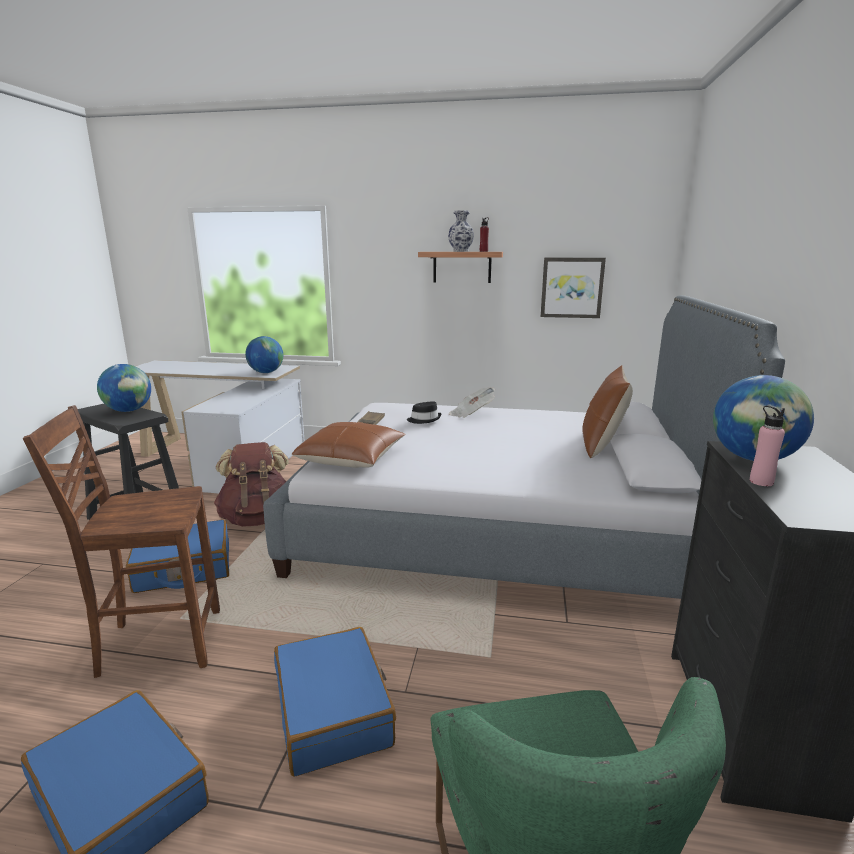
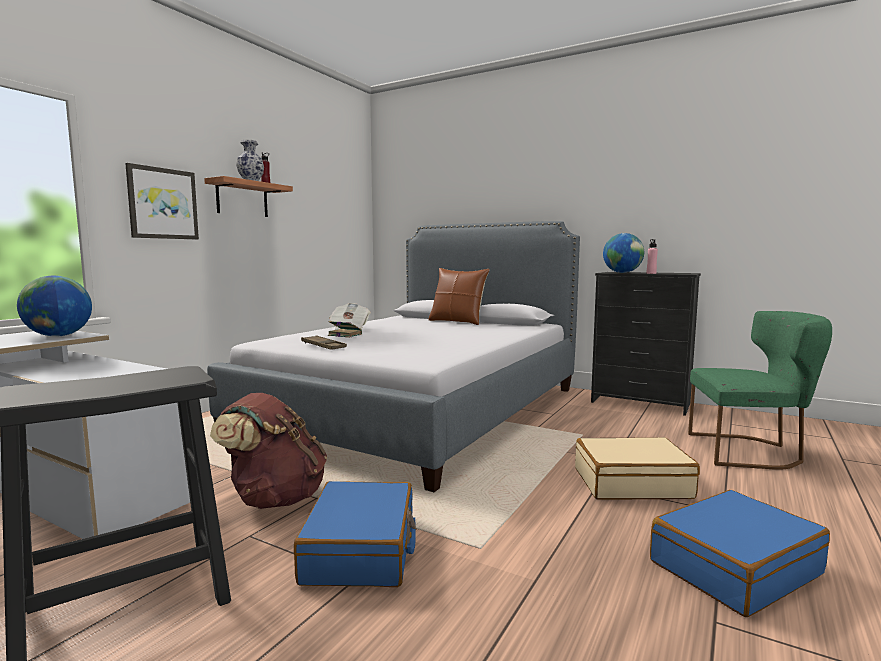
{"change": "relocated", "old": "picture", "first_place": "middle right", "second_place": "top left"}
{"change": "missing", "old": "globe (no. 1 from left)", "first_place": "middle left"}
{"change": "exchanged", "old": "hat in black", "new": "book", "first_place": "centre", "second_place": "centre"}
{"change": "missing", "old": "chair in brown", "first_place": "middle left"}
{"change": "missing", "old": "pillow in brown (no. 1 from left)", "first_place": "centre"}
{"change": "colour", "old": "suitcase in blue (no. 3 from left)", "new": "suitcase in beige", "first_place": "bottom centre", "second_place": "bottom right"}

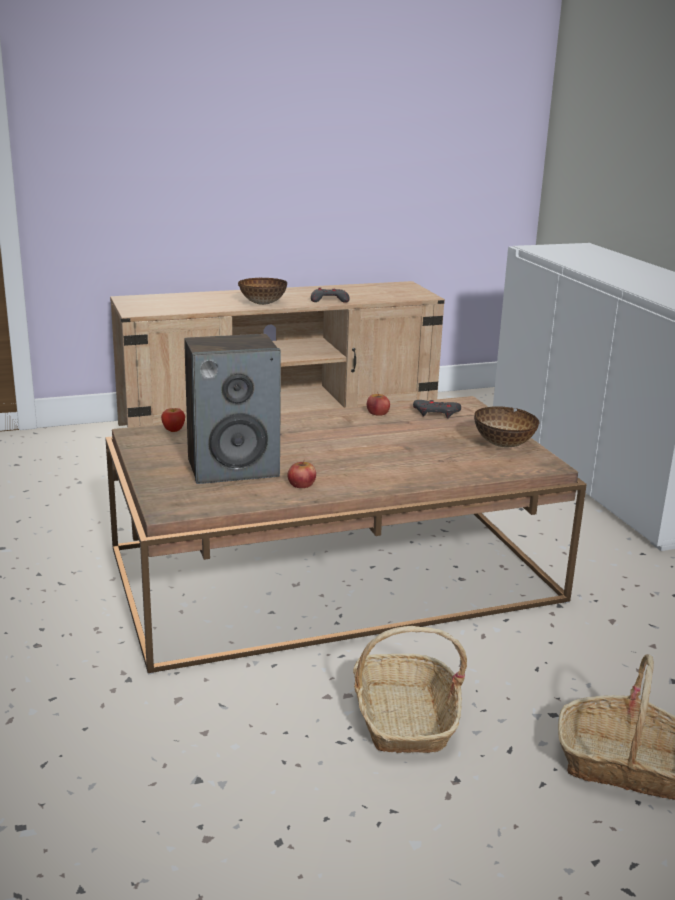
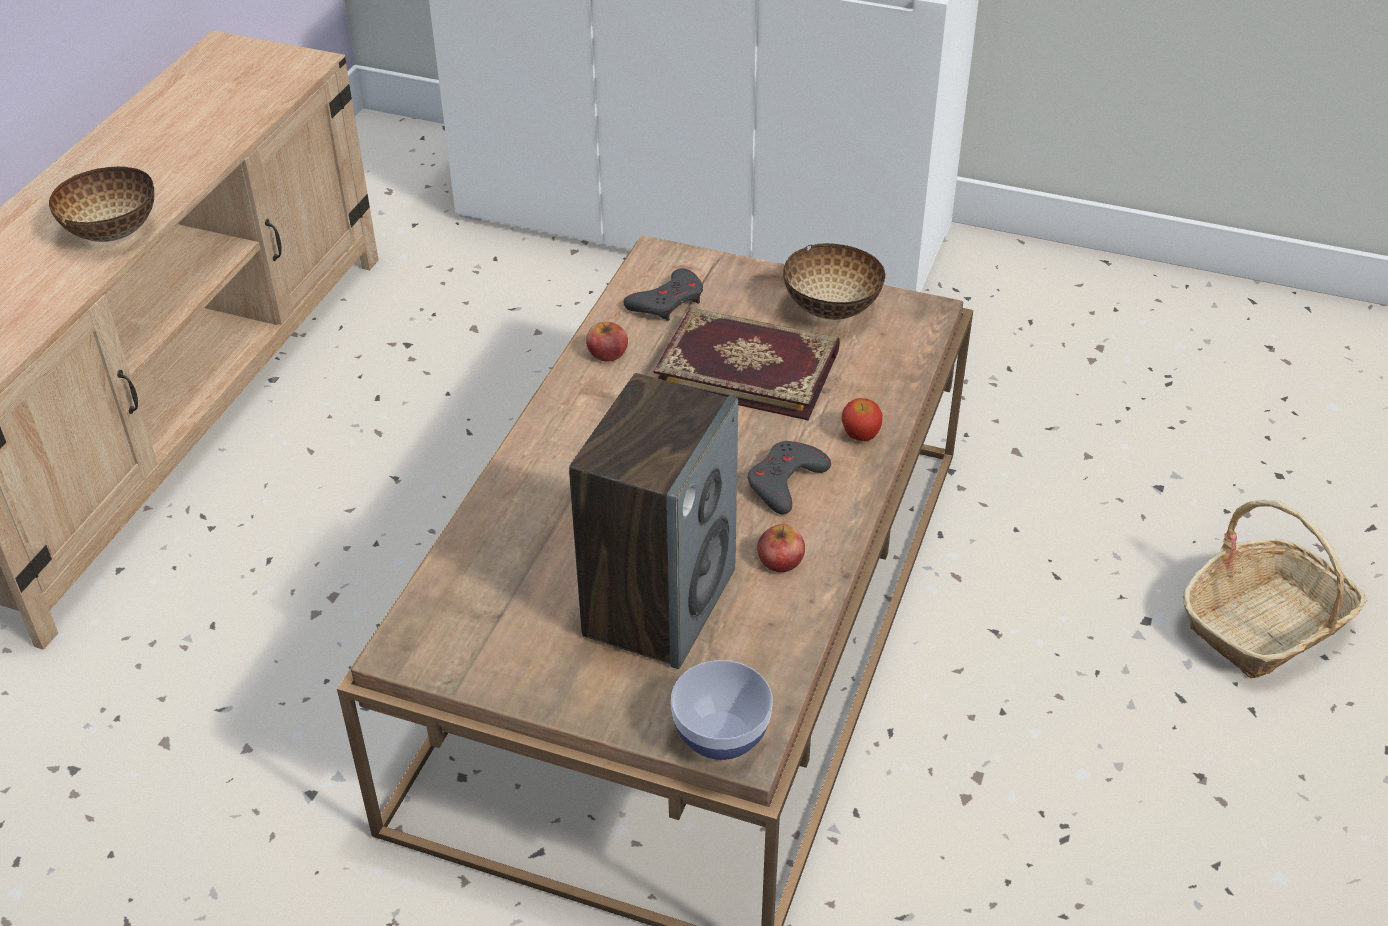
{"change": "relocated", "old": "game controller in grey (no. 1 from left in the first image)", "new": "game controller in grey (no. 2 from left)", "first_place": "top centre", "second_place": "centre"}
{"change": "relocated", "old": "apple (no. 1 from left in the first image)", "new": "apple (no. 3 from left)", "first_place": "middle left", "second_place": "centre"}
{"change": "missing", "old": "basket (no. 1 from left)", "first_place": "bottom centre"}
{"change": "appeared", "new": "book", "second_place": "centre"}
{"change": "appeared", "new": "bowl (no. 2 from left)", "second_place": "bottom centre"}

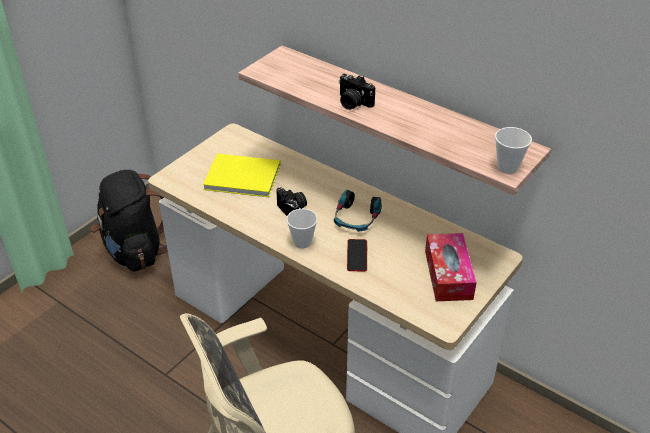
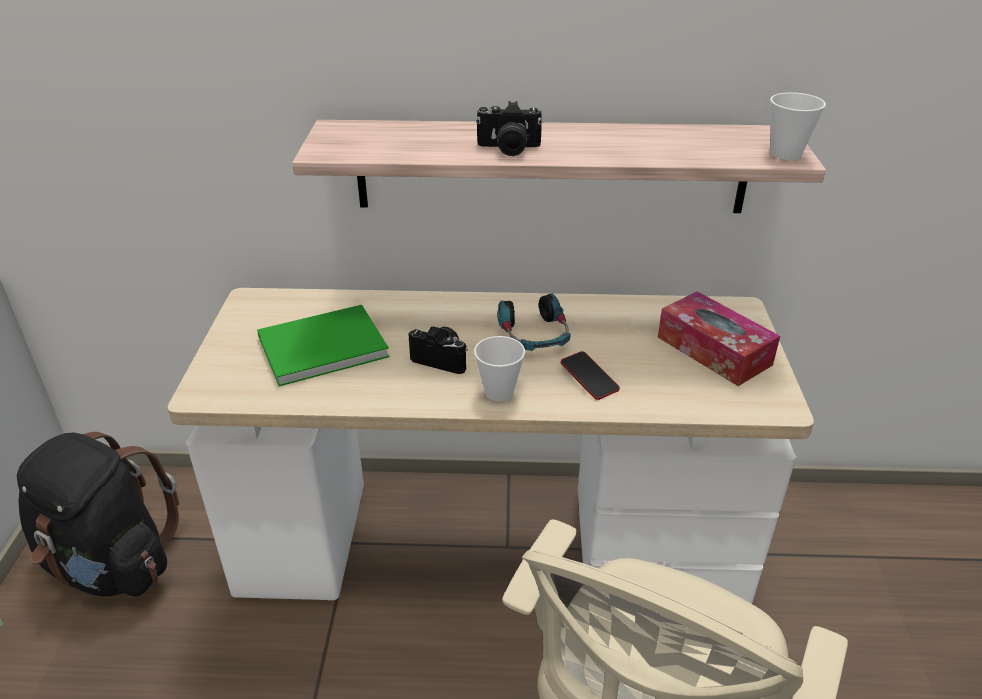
{"change": "colour", "old": "book in yellow", "new": "book in green", "first_place": "centre", "second_place": "middle left"}

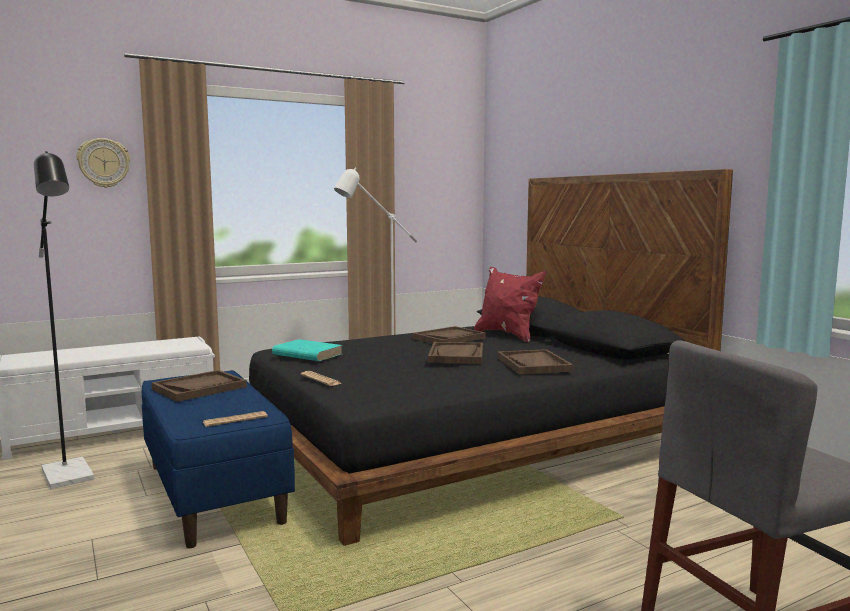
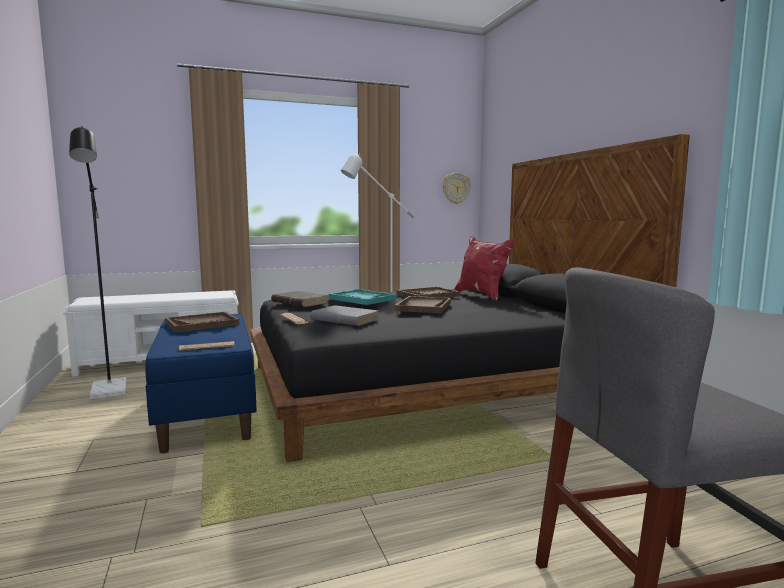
{"change": "relocated", "old": "wall clock", "first_place": "top left", "second_place": "top centre"}
{"change": "colour", "old": "book in turquoise", "new": "book in brown", "first_place": "centre", "second_place": "centre"}
{"change": "missing", "old": "tray in brown (no. 4 from left)", "first_place": "centre"}
{"change": "appeared", "new": "tray in turquoise", "second_place": "centre"}
{"change": "appeared", "new": "book in grey", "second_place": "centre"}

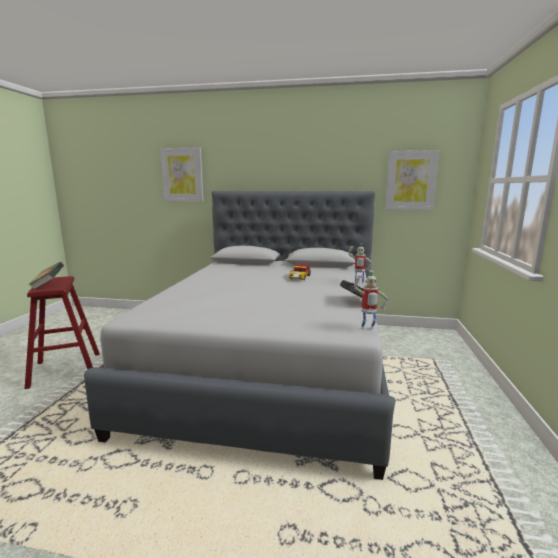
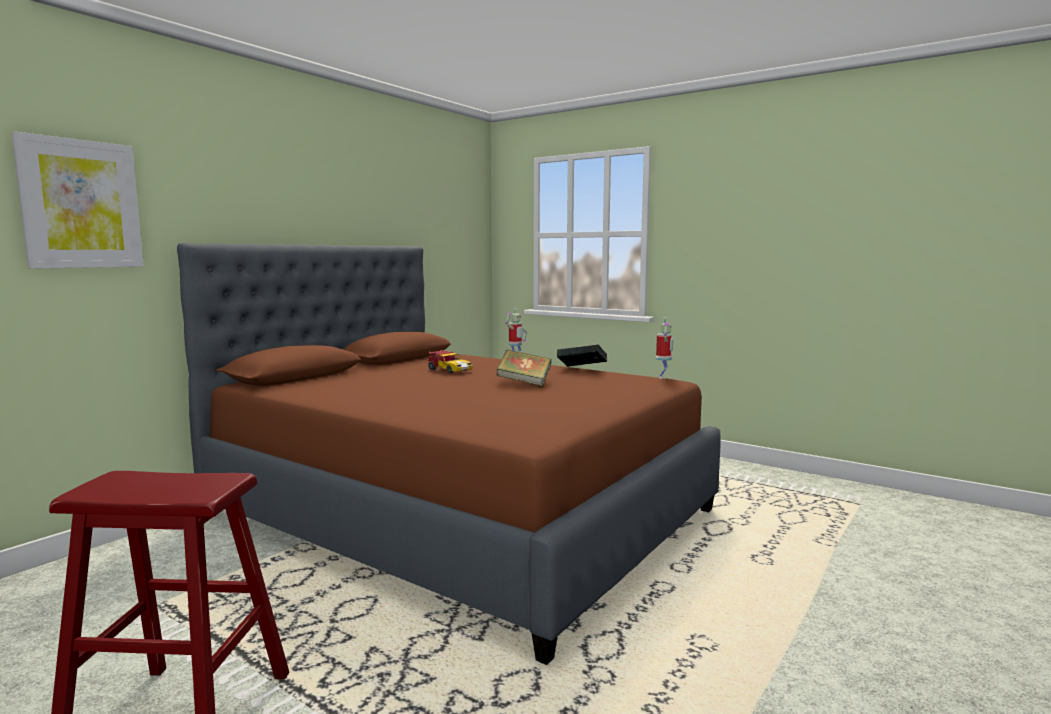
{"change": "missing", "old": "picture (no. 2 from left)", "first_place": "top right"}
{"change": "colour", "old": "bed in grey", "new": "bed in brown", "first_place": "centre", "second_place": "centre"}
{"change": "relocated", "old": "book (no. 1 from left)", "first_place": "middle left", "second_place": "centre"}

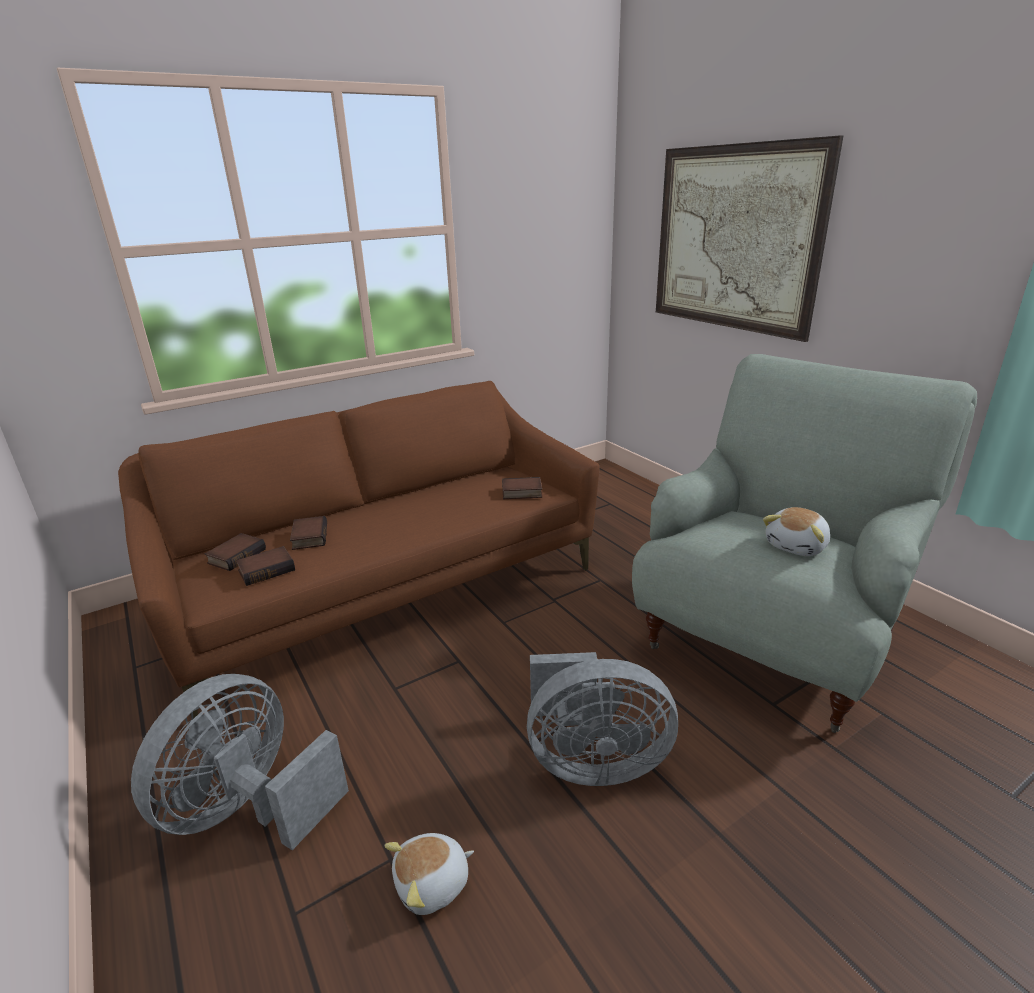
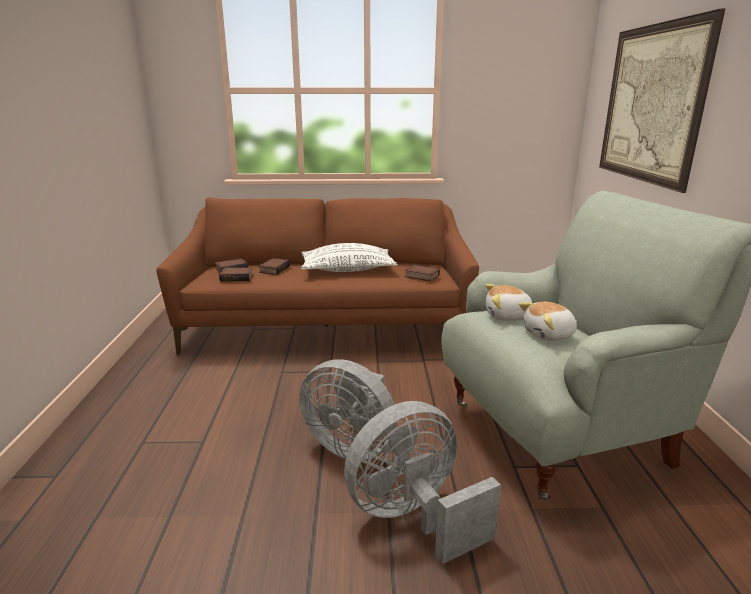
{"change": "relocated", "old": "fan in grey (no. 1 from left in the first image)", "new": "fan in grey (no. 2 from left)", "first_place": "bottom left", "second_place": "bottom centre"}
{"change": "relocated", "old": "plush toy (no. 1 from left)", "first_place": "bottom centre", "second_place": "middle right"}
{"change": "appeared", "new": "pillow in white", "second_place": "centre"}

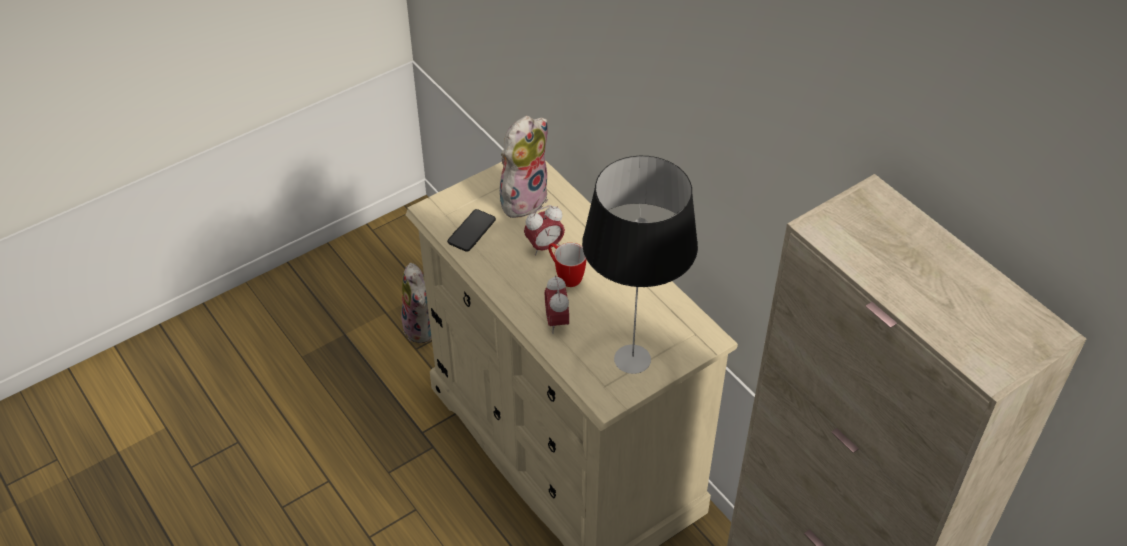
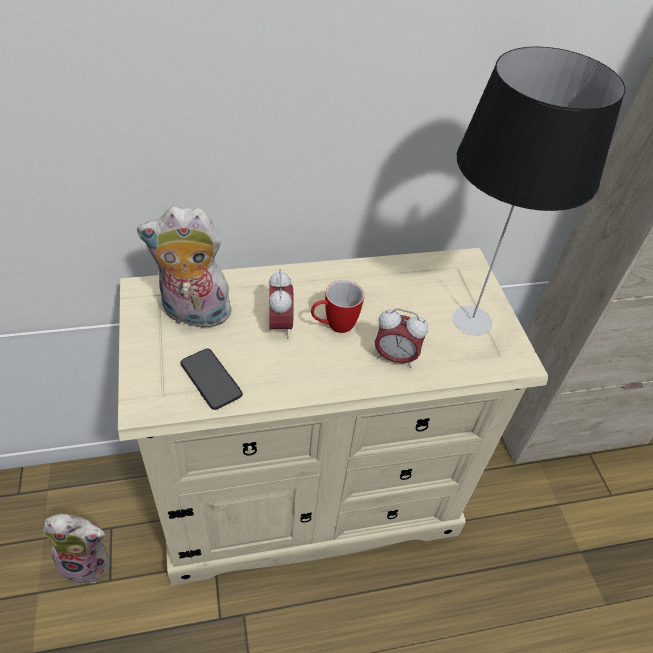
{"change": "spun", "old": "plush toy (no. 2 from left)", "first_place": "top centre", "second_place": "middle left", "degrees": -60}

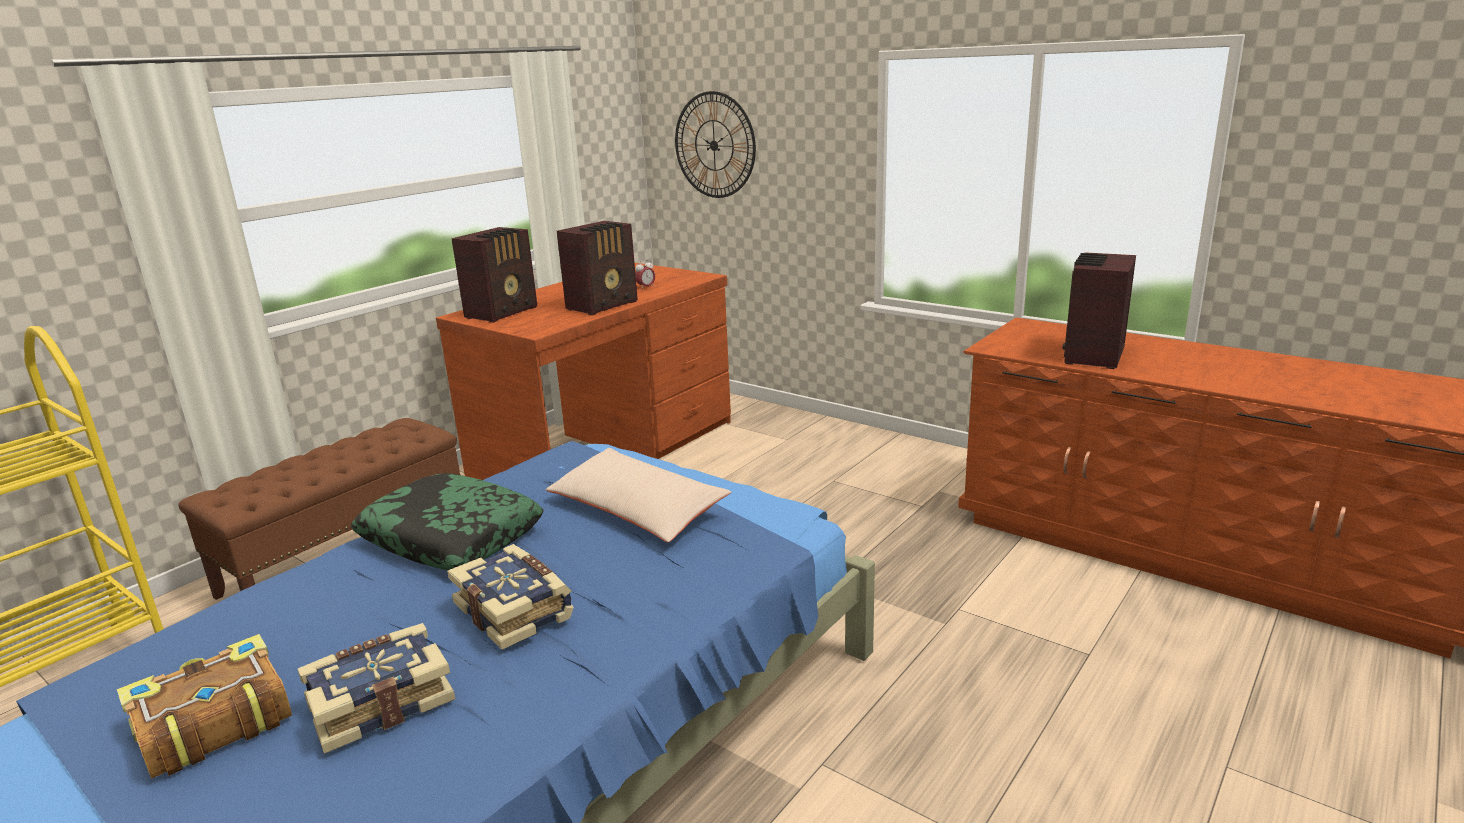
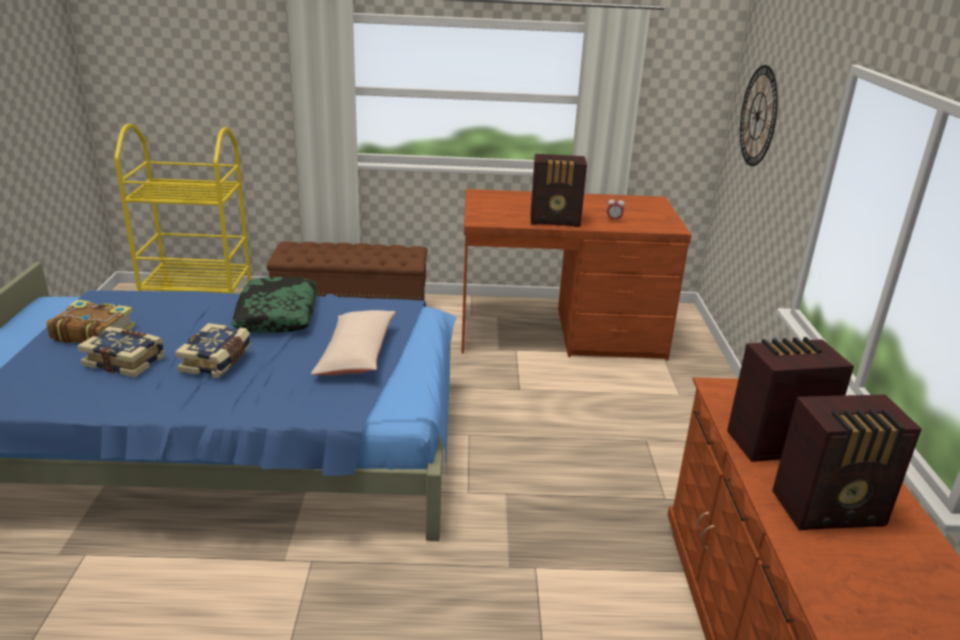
{"change": "relocated", "old": "radio (no. 1 from left in the first image)", "new": "radio (no. 3 from left)", "first_place": "centre", "second_place": "bottom right"}

